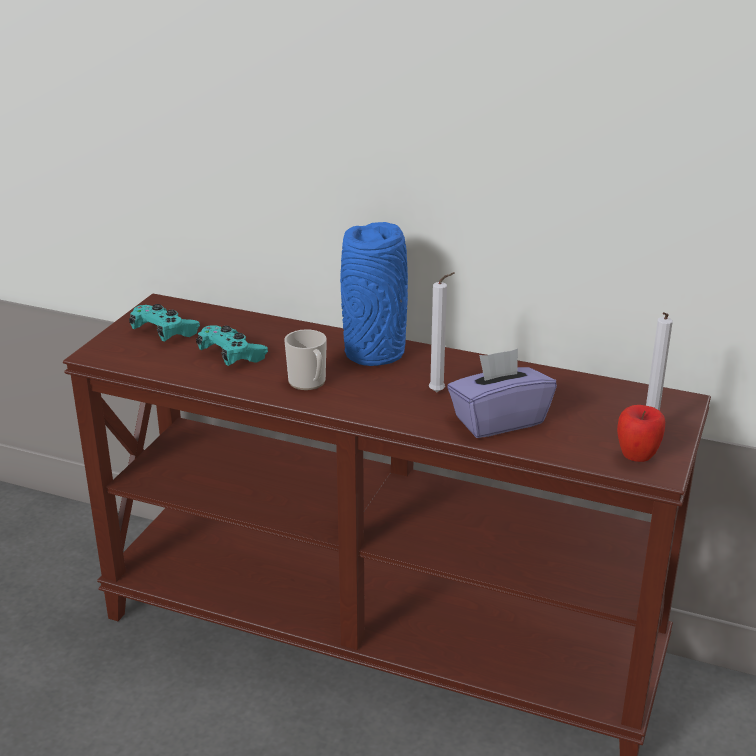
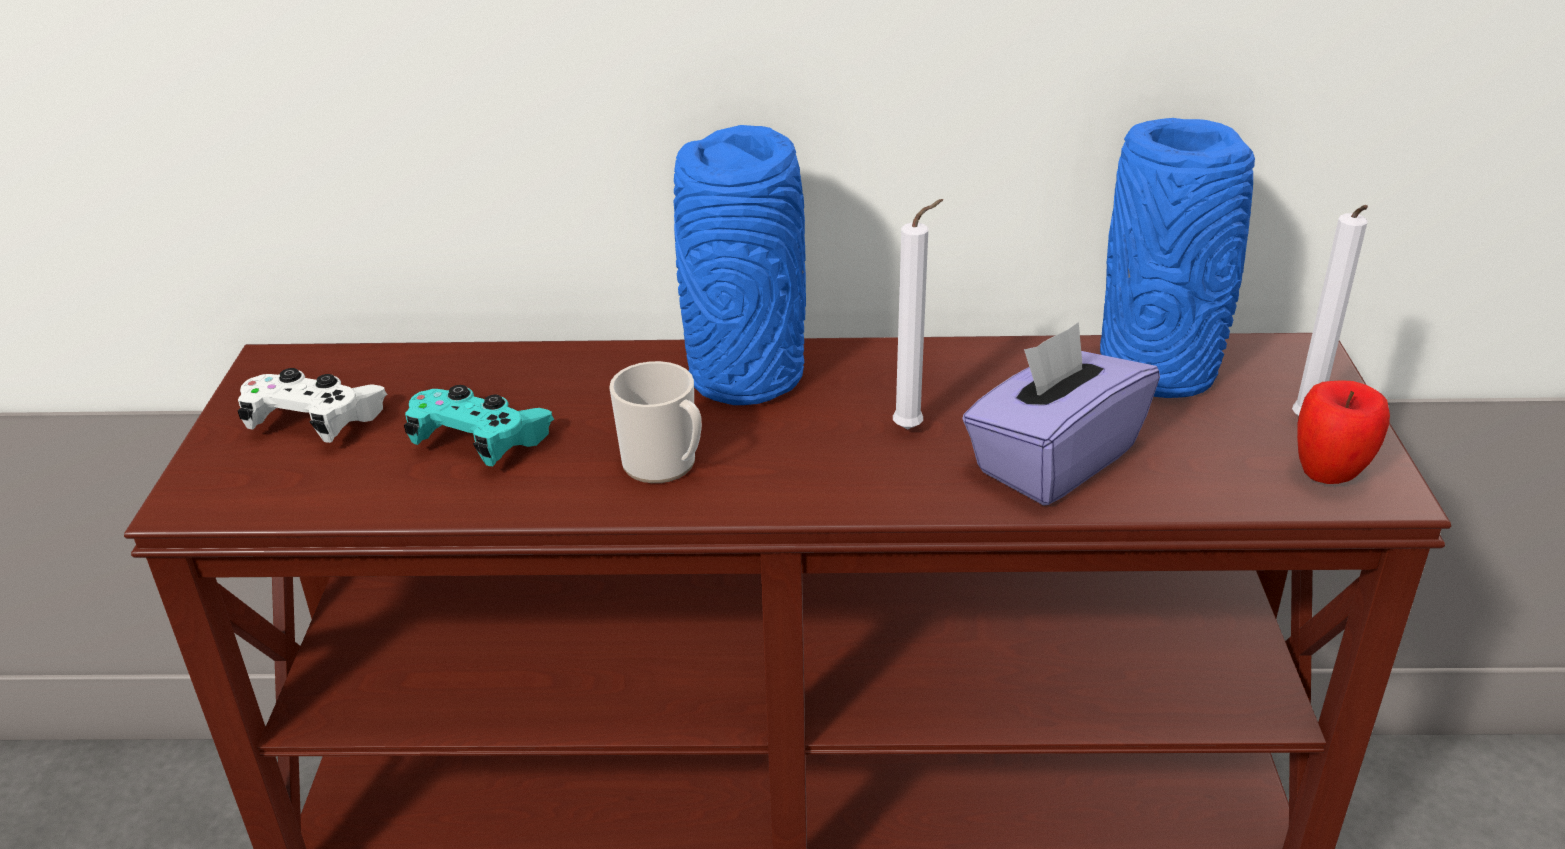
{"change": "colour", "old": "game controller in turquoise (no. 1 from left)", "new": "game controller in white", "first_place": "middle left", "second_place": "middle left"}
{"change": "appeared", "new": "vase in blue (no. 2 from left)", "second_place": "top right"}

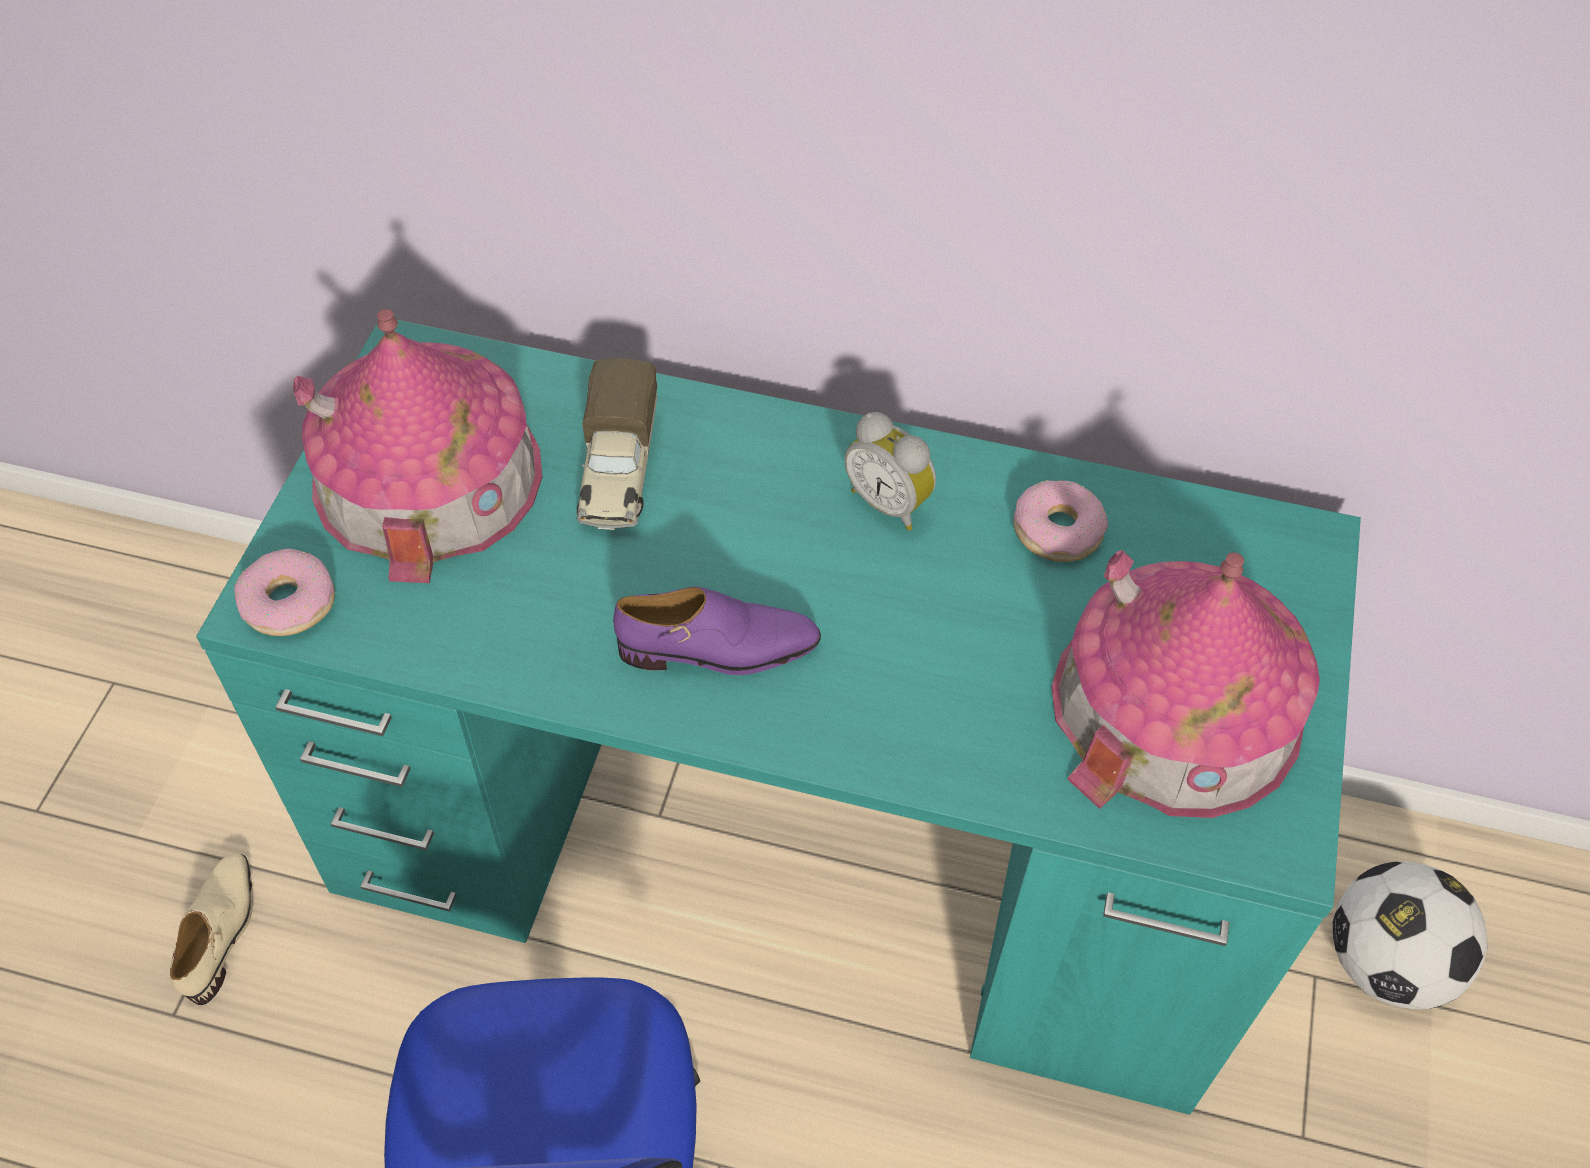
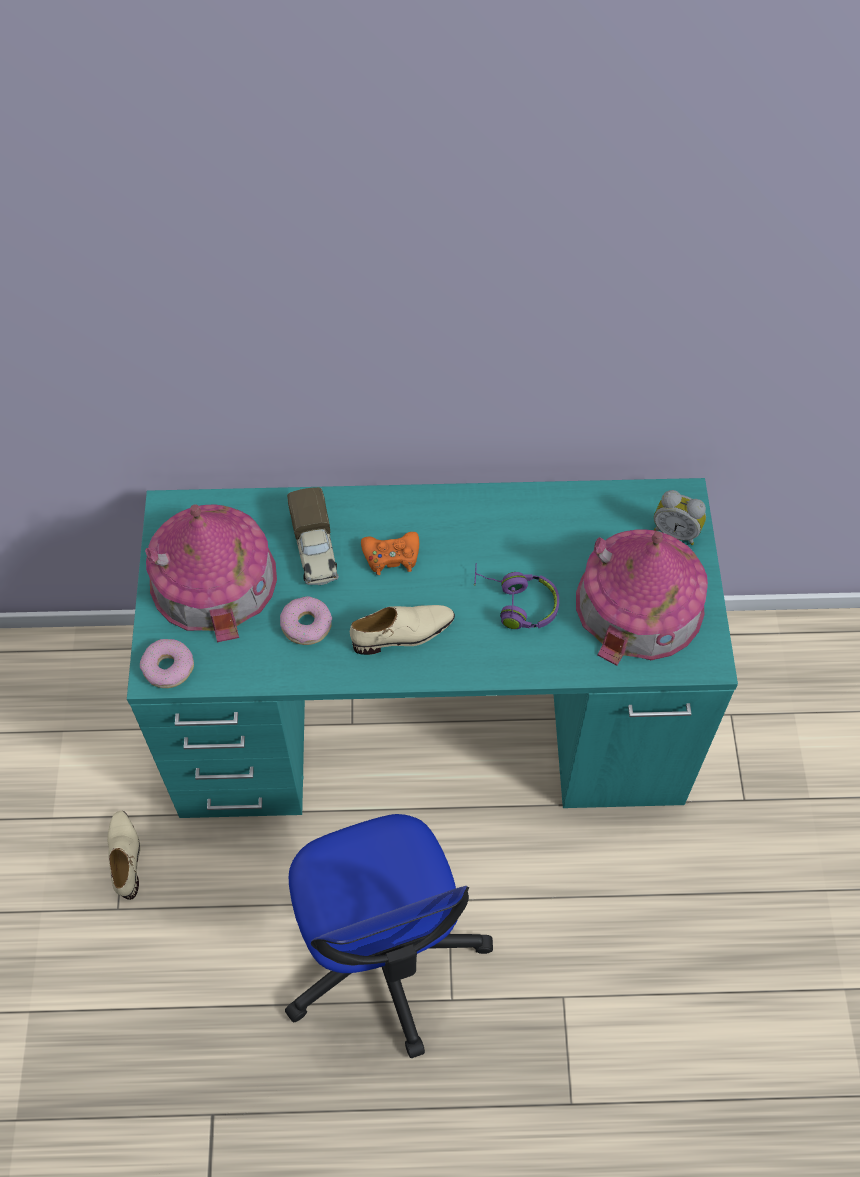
{"change": "relocated", "old": "alarm clock", "first_place": "centre", "second_place": "middle right"}
{"change": "relocated", "old": "donut (no. 2 from left)", "first_place": "middle right", "second_place": "centre"}
{"change": "colour", "old": "shoe in purple", "new": "shoe in beige (no. 2 from left)", "first_place": "centre", "second_place": "centre"}
{"change": "missing", "old": "football", "first_place": "bottom right"}
{"change": "appeared", "new": "game controller in orange", "second_place": "centre"}
{"change": "appeared", "new": "headphones in purple", "second_place": "centre"}

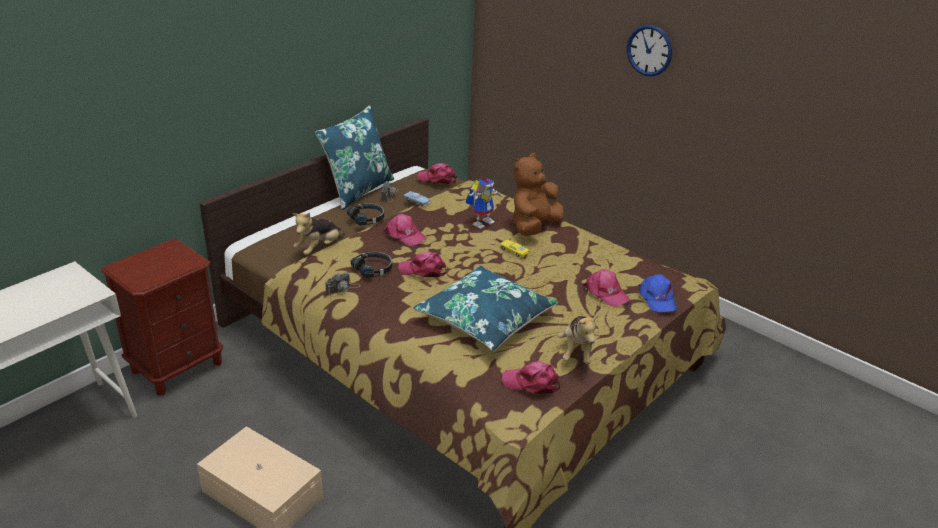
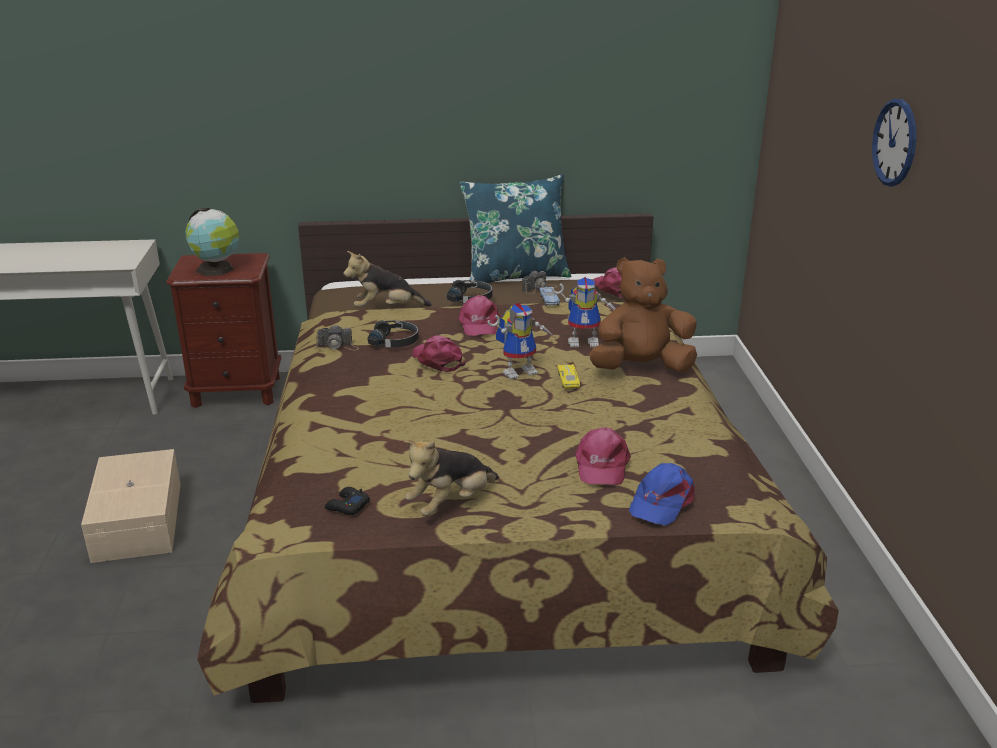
{"change": "missing", "old": "pillow in blue (no. 2 from left)", "first_place": "centre"}
{"change": "exchanged", "old": "cap in pink (no. 4 from left)", "new": "game controller in black", "first_place": "bottom centre", "second_place": "bottom centre"}
{"change": "appeared", "new": "globe", "second_place": "top left"}
{"change": "appeared", "new": "toy robot (no. 1 from left)", "second_place": "centre"}

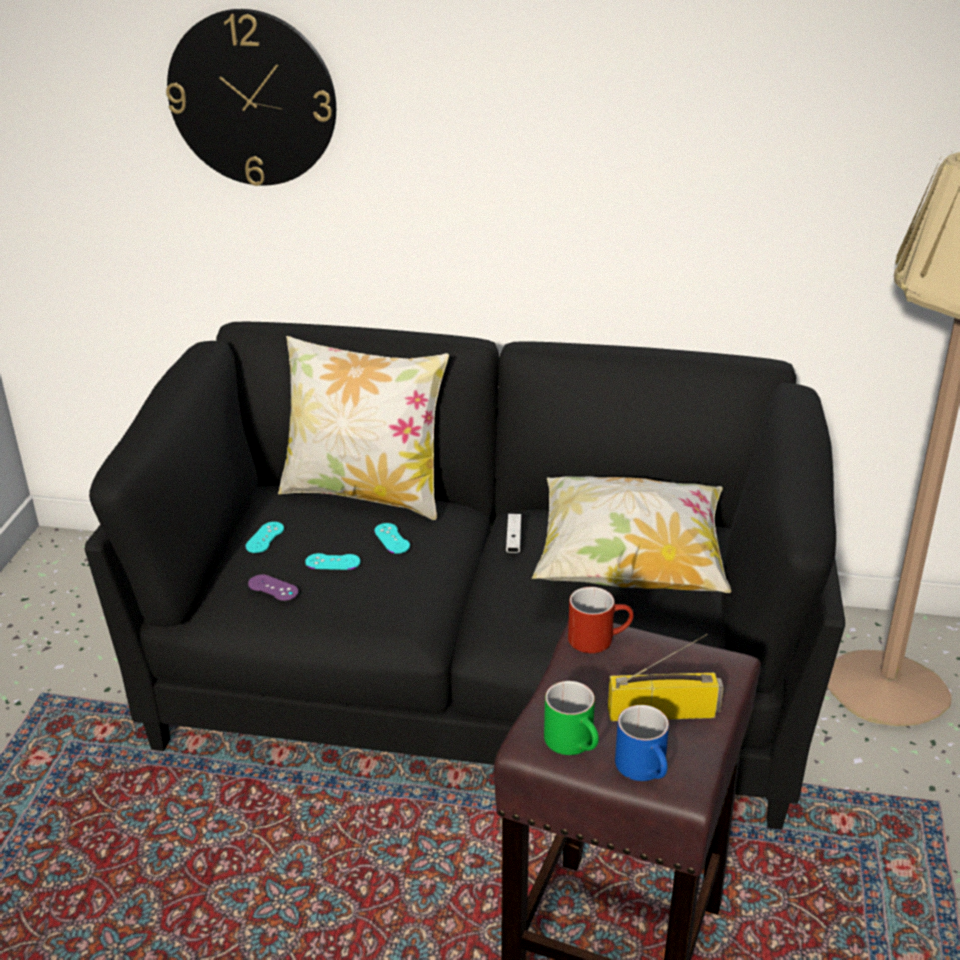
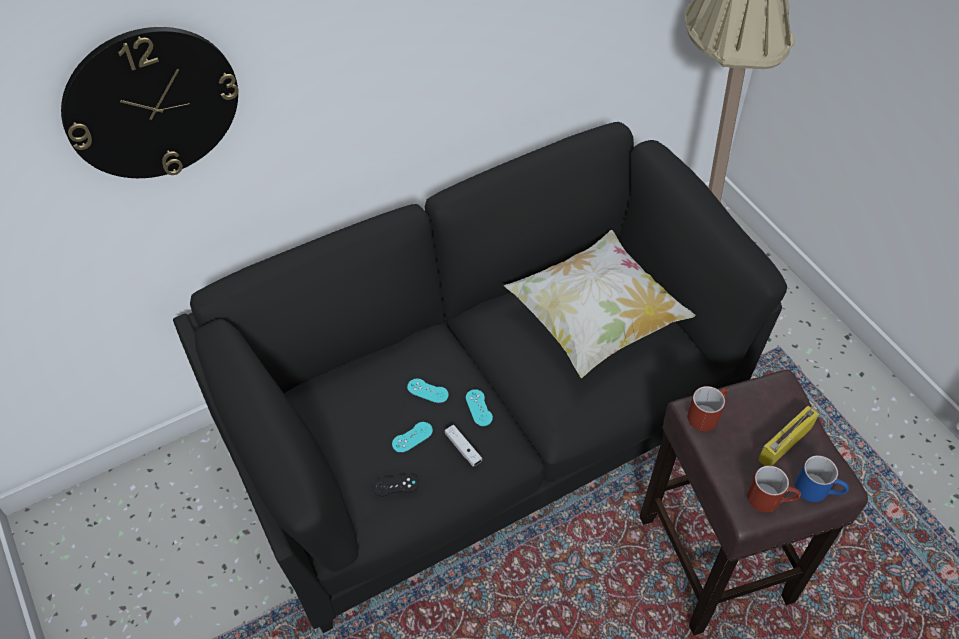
{"change": "missing", "old": "pillow (no. 1 from left)", "first_place": "centre"}
{"change": "relocated", "old": "game controller in white", "first_place": "centre", "second_place": "bottom centre"}
{"change": "relocated", "old": "game controller in turquoise (no. 1 from left in the first image)", "new": "game controller in turquoise (no. 3 from left)", "first_place": "middle left", "second_place": "centre"}
{"change": "colour", "old": "game controller in purple", "new": "game controller in black", "first_place": "middle left", "second_place": "bottom centre"}
{"change": "colour", "old": "mug in green", "new": "mug in red (no. 2 from left)", "first_place": "bottom centre", "second_place": "bottom right"}

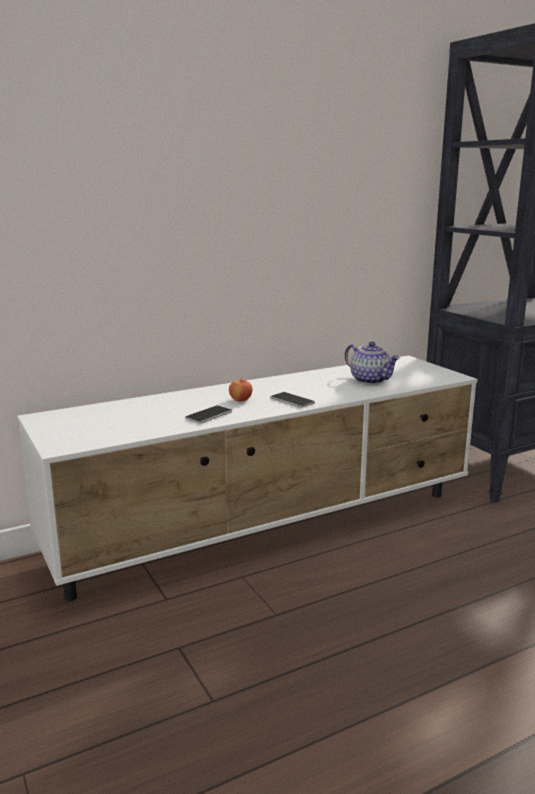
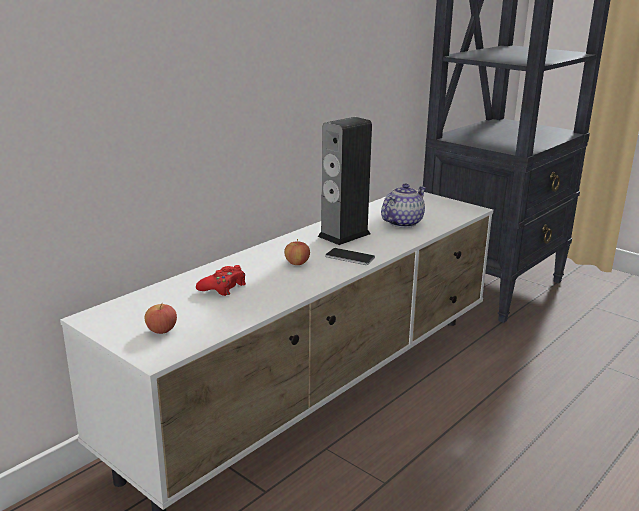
{"change": "spun", "old": "teapot", "first_place": "middle right", "second_place": "centre", "degrees": -75}
{"change": "missing", "old": "phone (no. 1 from left)", "first_place": "centre"}
{"change": "appeared", "new": "speaker", "second_place": "centre"}
{"change": "appeared", "new": "game controller in red", "second_place": "centre"}
{"change": "appeared", "new": "apple (no. 1 from left)", "second_place": "middle left"}

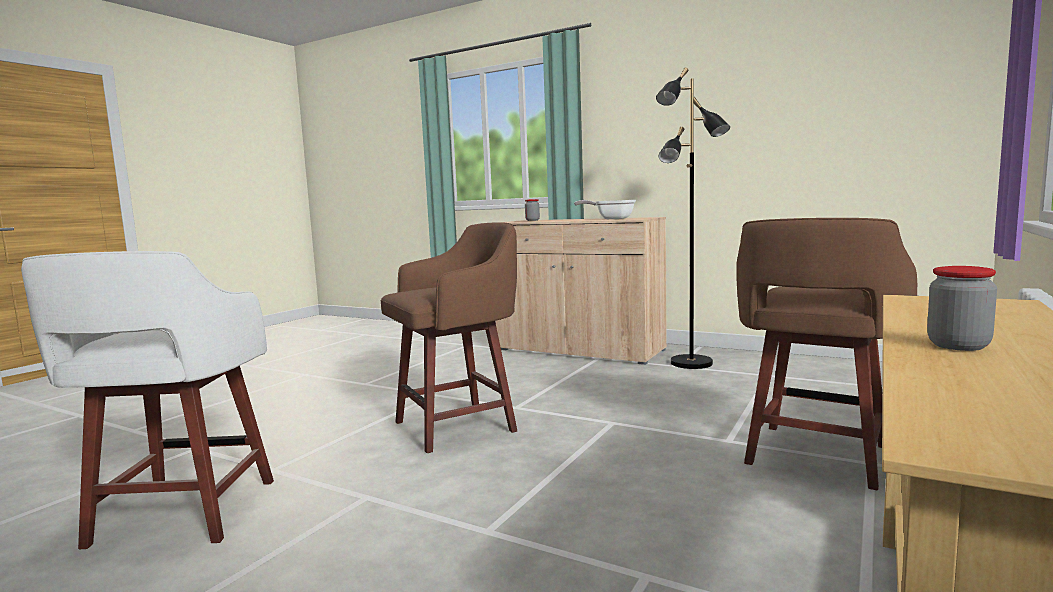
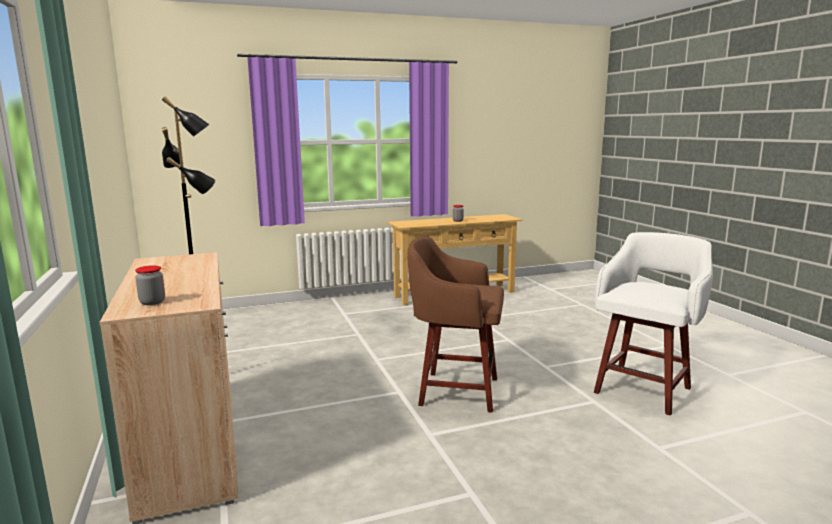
{"change": "missing", "old": "frying pan", "first_place": "centre"}
{"change": "missing", "old": "stool in brown (no. 2 from left)", "first_place": "middle right"}

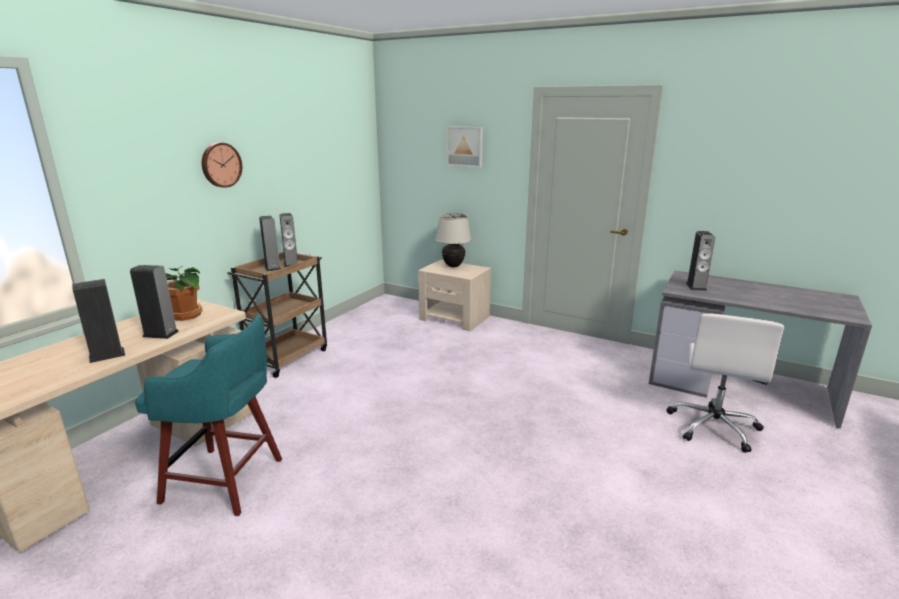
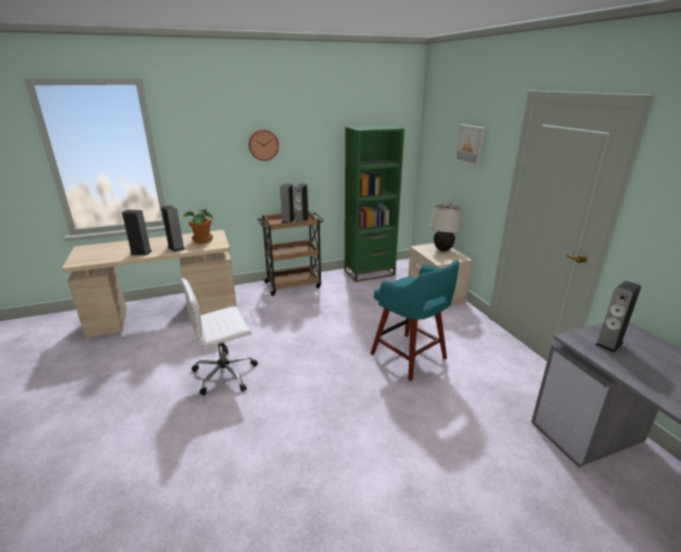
{"change": "relocated", "old": "office chair in white", "first_place": "middle right", "second_place": "middle left"}
{"change": "relocated", "old": "stool in turquoise", "first_place": "bottom left", "second_place": "centre"}
{"change": "appeared", "new": "bookcase in green", "second_place": "centre"}

